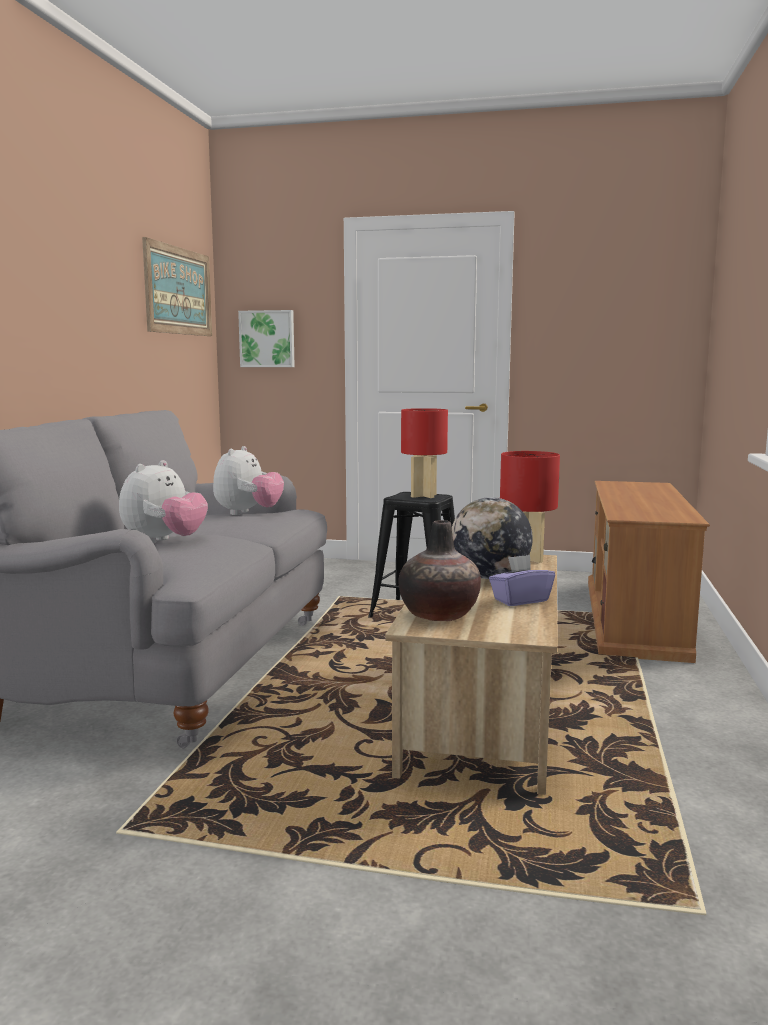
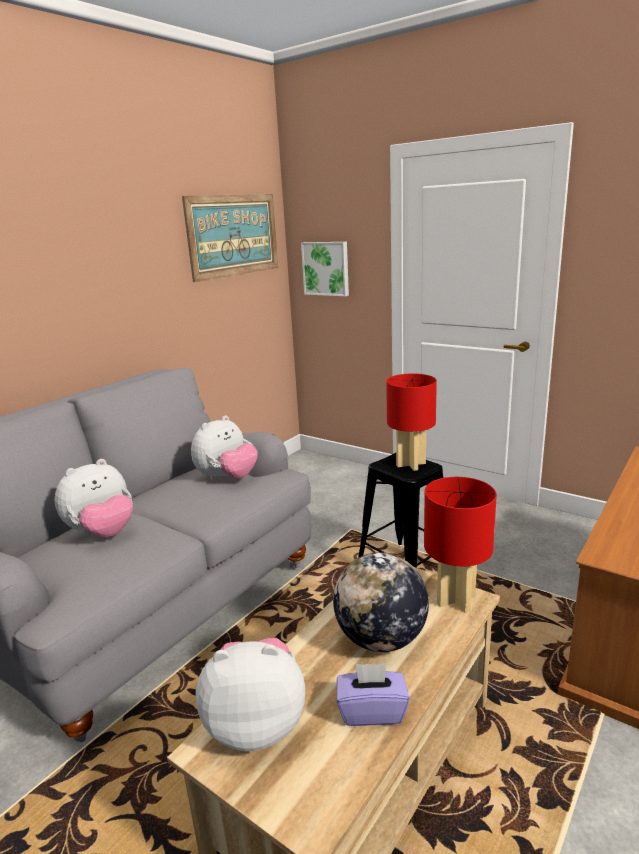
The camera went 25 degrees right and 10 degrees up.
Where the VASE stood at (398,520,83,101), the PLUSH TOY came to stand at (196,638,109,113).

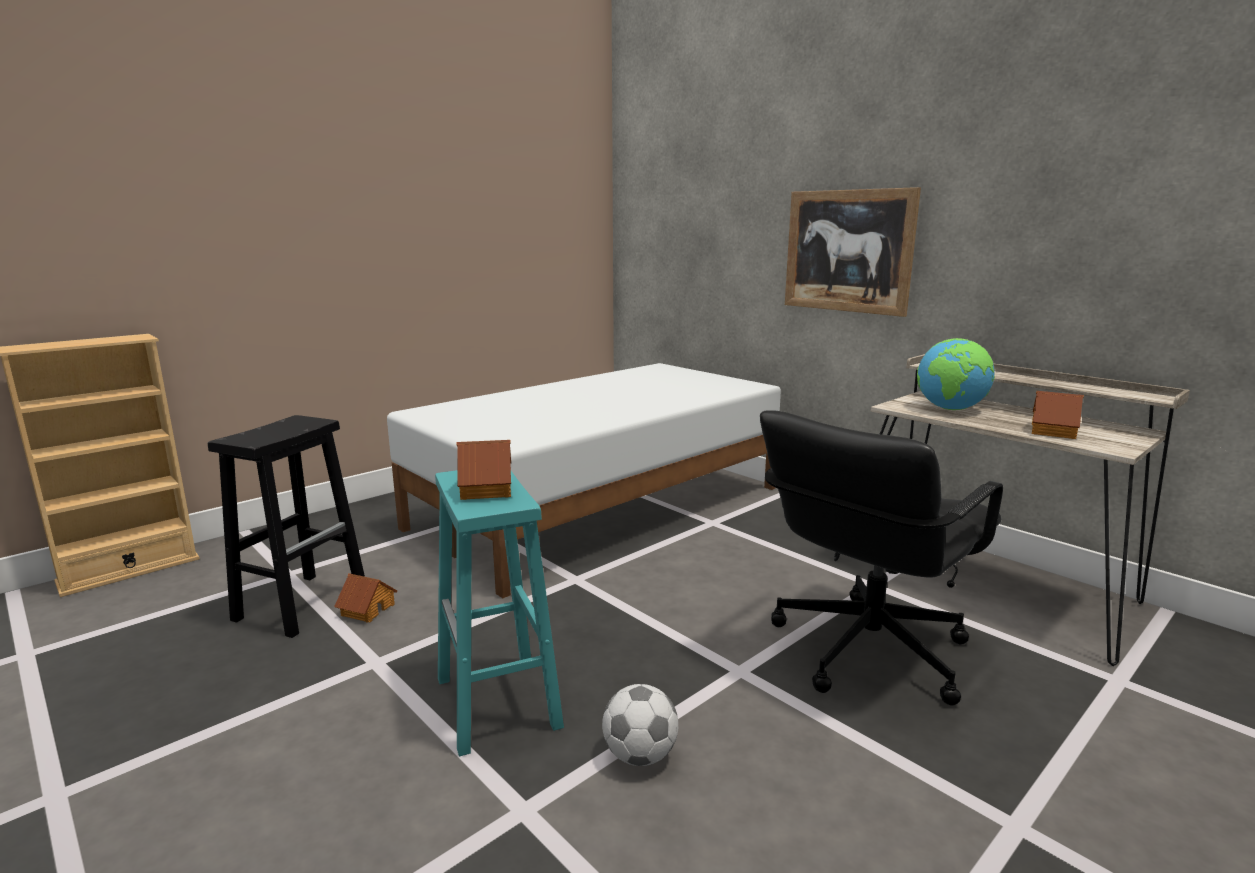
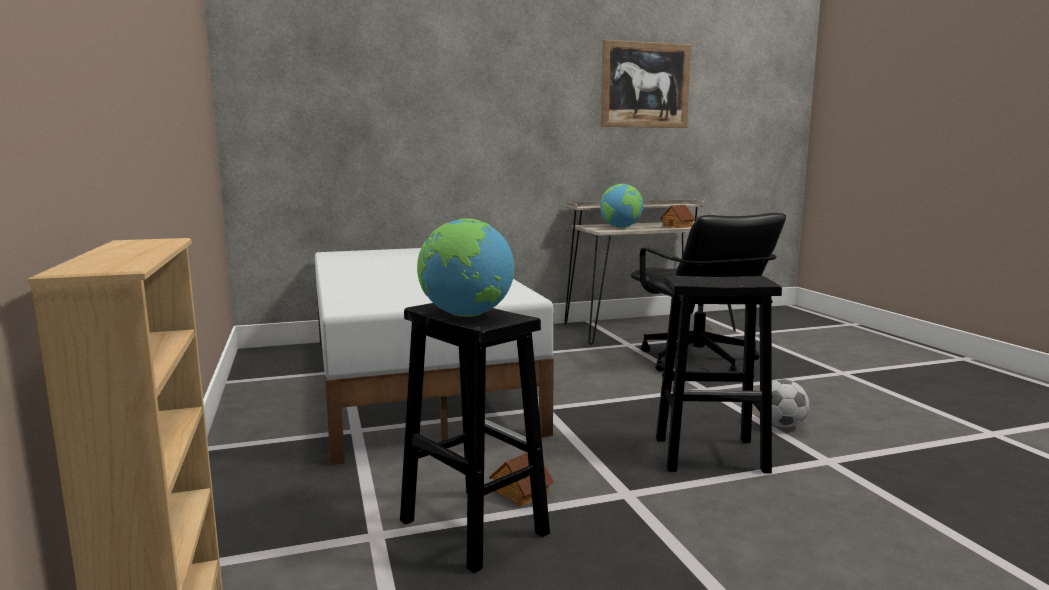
The camera went 65 degrees left and 5 degrees down.
The WALL PICTURE ended up elsewhere, having gone from (785,187,136,130) to (601,40,90,88).
The second view lost the MINIATURE HOUSE at (457,440,54,60).
What was the TURQUOISE-COLOURED SITTING STOOL at (435,470,129,287) turned into the BLACK SITTING STOOL at (656,275,126,198).
The second view gained the GLOBE at (417,219,97,98).

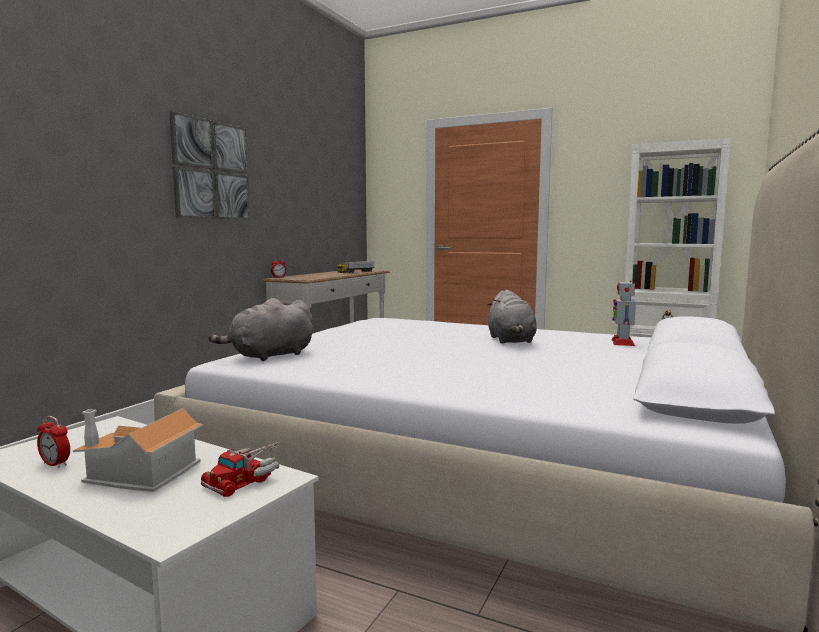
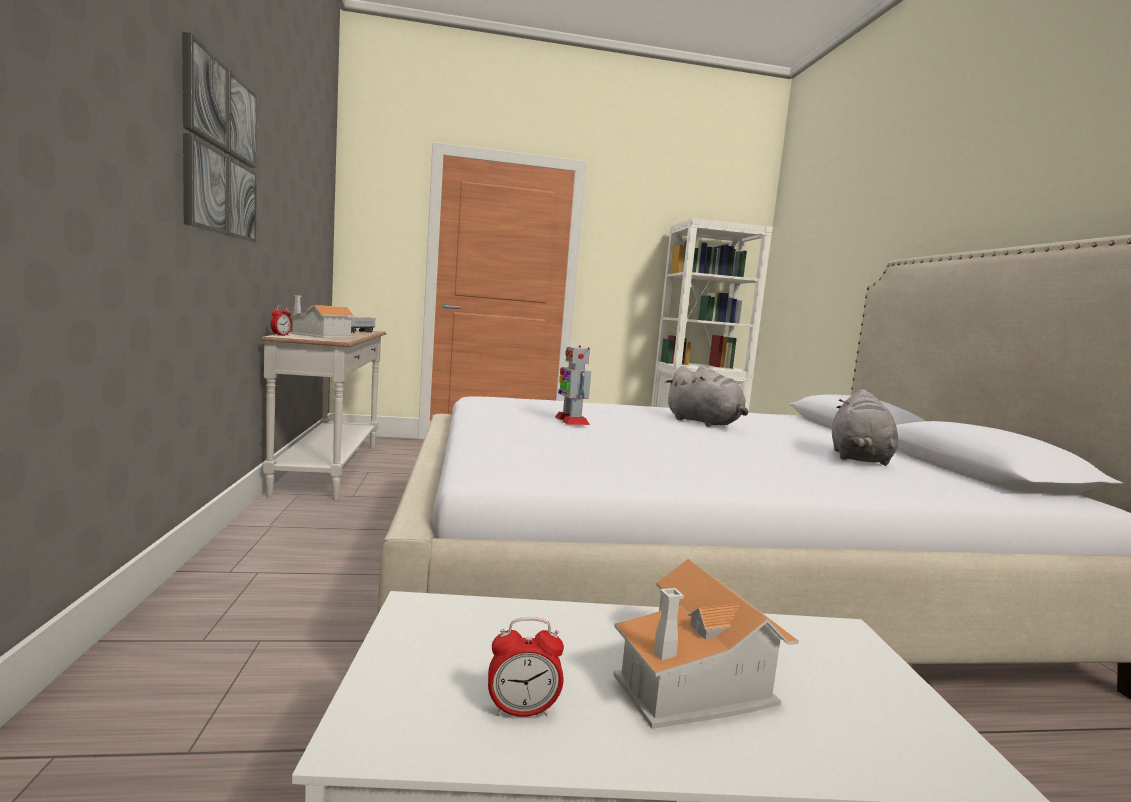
The camera went 35 degrees left and 0 degrees up.
The MODEL ROBOT ended up elsewhere, having gone from (611,280,25,66) to (555,345,36,80).
The GREY PLUSH TOY ended up elsewhere, having gone from (208,298,105,63) to (832,389,66,77).
The second view lost the TOY LORRY at (201,442,78,55).
The second view gained the MINIATURE HOUSE at (290,295,67,43).

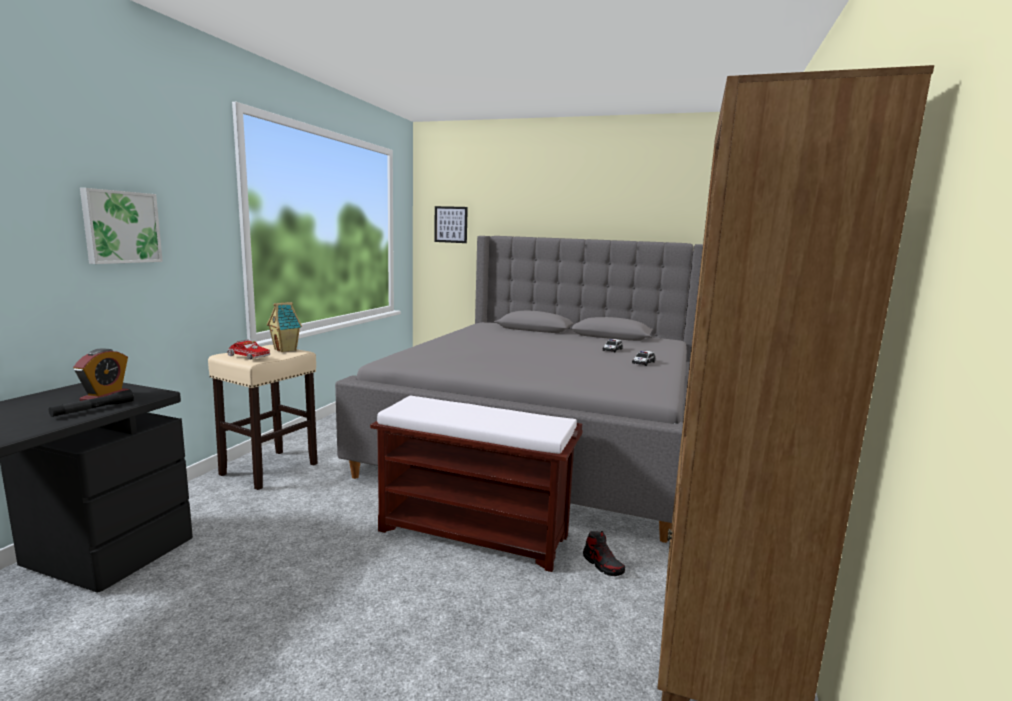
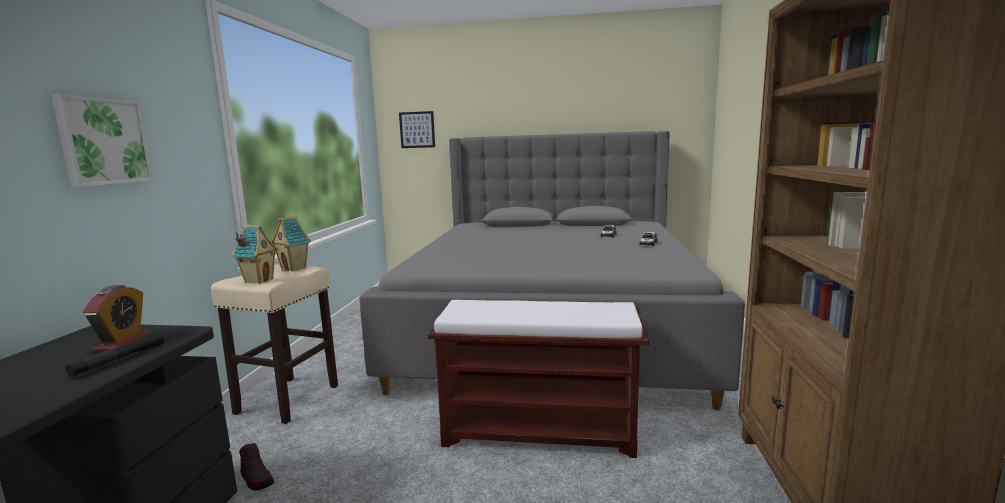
The camera went 10 degrees left and 0 degrees up.
Where the TOY LORRY stood at (227,339,43,21), the MINIATURE HOUSE came to stand at (231,225,47,59).
The SHOE ended up elsewhere, having gone from (583,531,42,45) to (239,443,35,48).

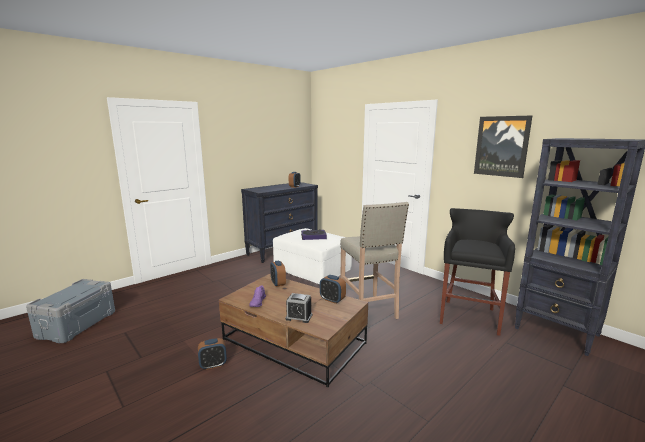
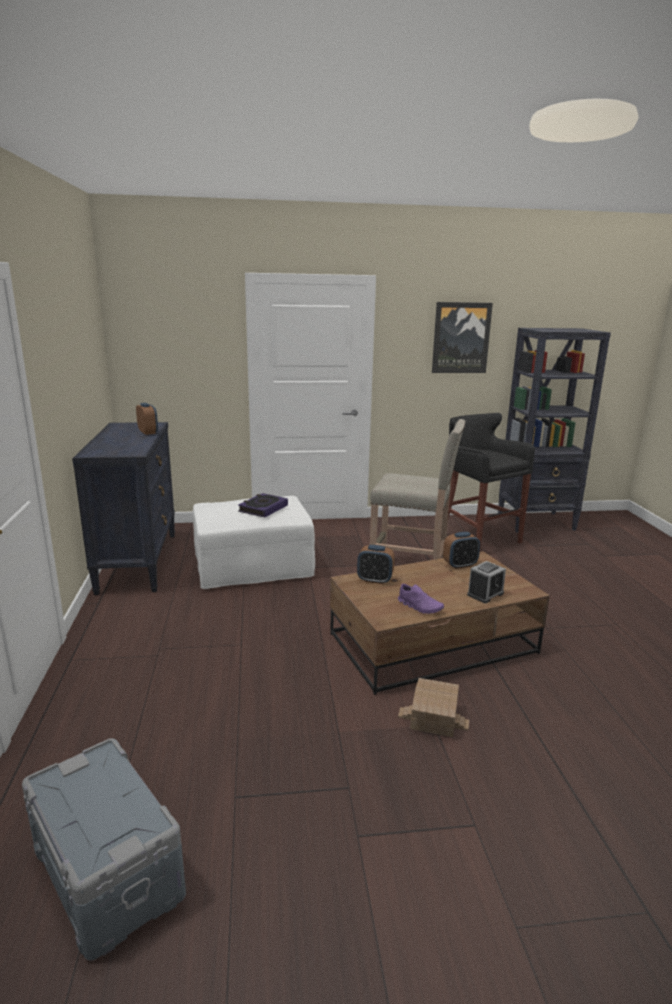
The camera went 55 degrees left and 5 degrees up.
Where the BEDSIDE CLOCK stood at (198,338,29,32), the MINIATURE HOUSE came to stand at (398,678,71,59).

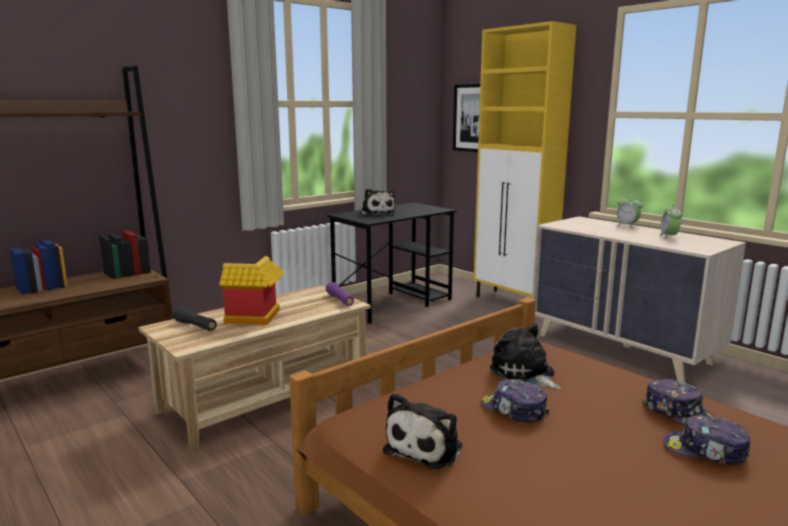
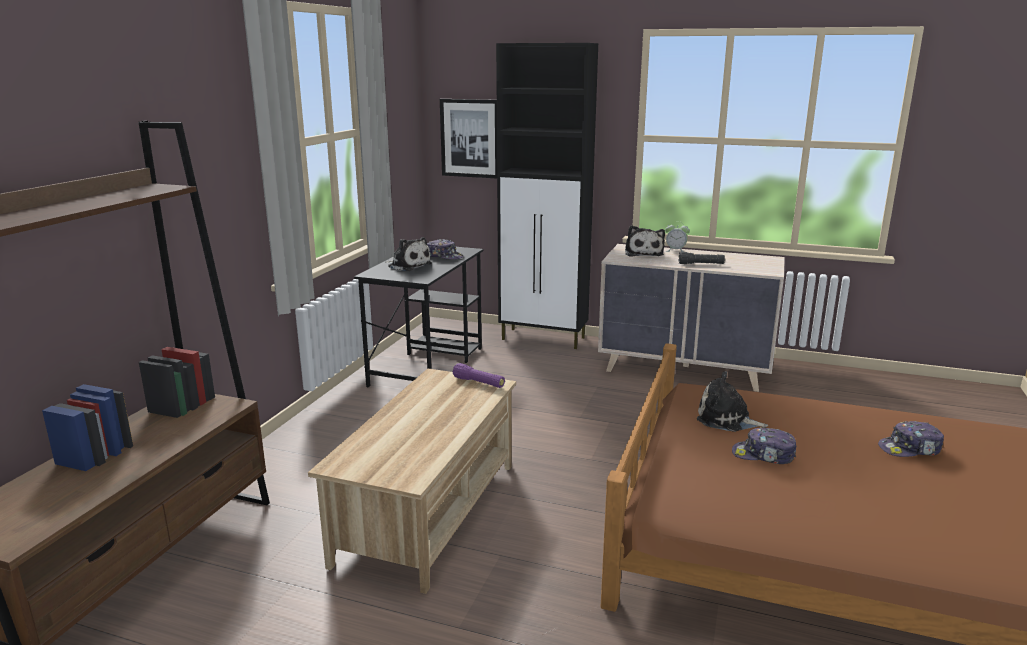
The camera went 30 degrees left and 5 degrees up.
What was the YELLOW STORAGE CABINET at (473,21,103,276) turned into the BLACK STORAGE CABINET at (496,43,102,306).
The second view lost the BEDSIDE CLOCK at (659,204,23,35).
The second view lost the MINIATURE HOUSE at (219,256,65,69).
The BLACK TORCH ended up elsewhere, having gone from (173,307,44,24) to (678,252,47,12).
The PEAKED CAP ended up elsewhere, having gone from (642,379,72,46) to (427,239,36,21).
The PLUSH TOY ended up elsewhere, having gone from (383,393,79,76) to (625,225,40,32).

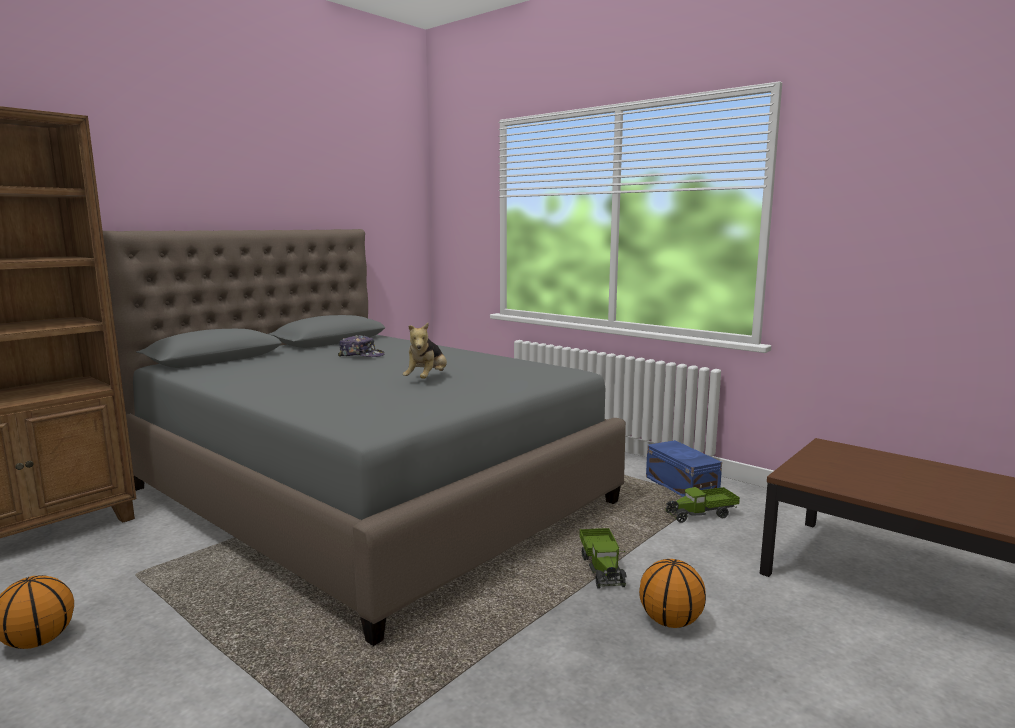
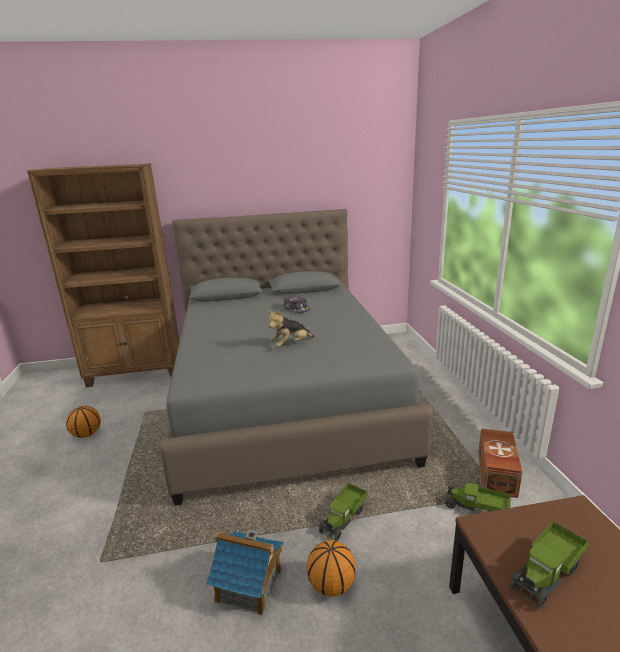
The camera went 40 degrees right and 10 degrees up.
What was the BLUISH STORAGE BOX at (646,440,76,57) turned into the BROWN STORAGE BOX at (478,429,45,69).
The second view gained the TOY LORRY at (509,521,80,88).
The second view gained the MINIATURE HOUSE at (206,530,77,85).

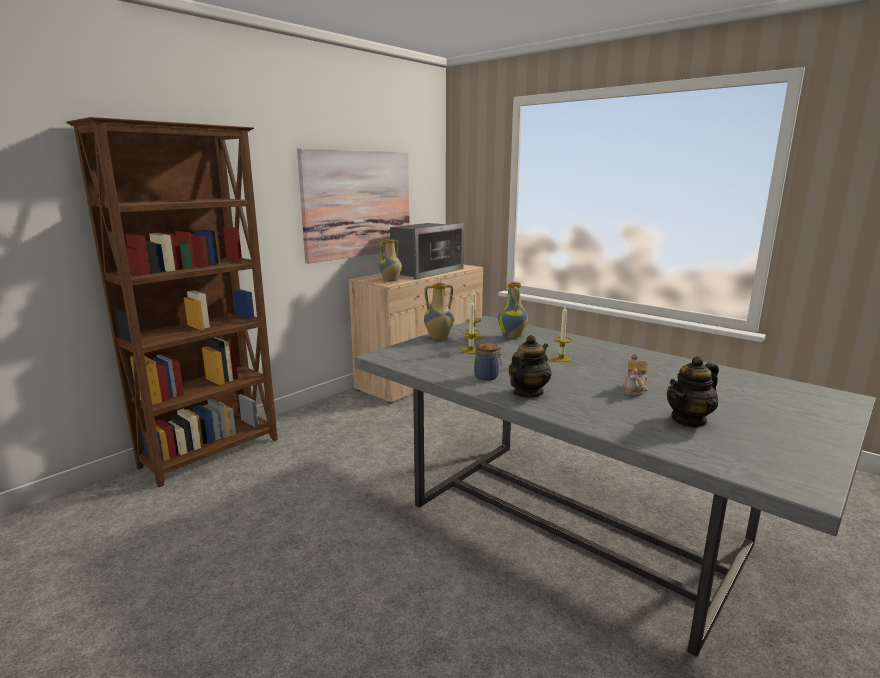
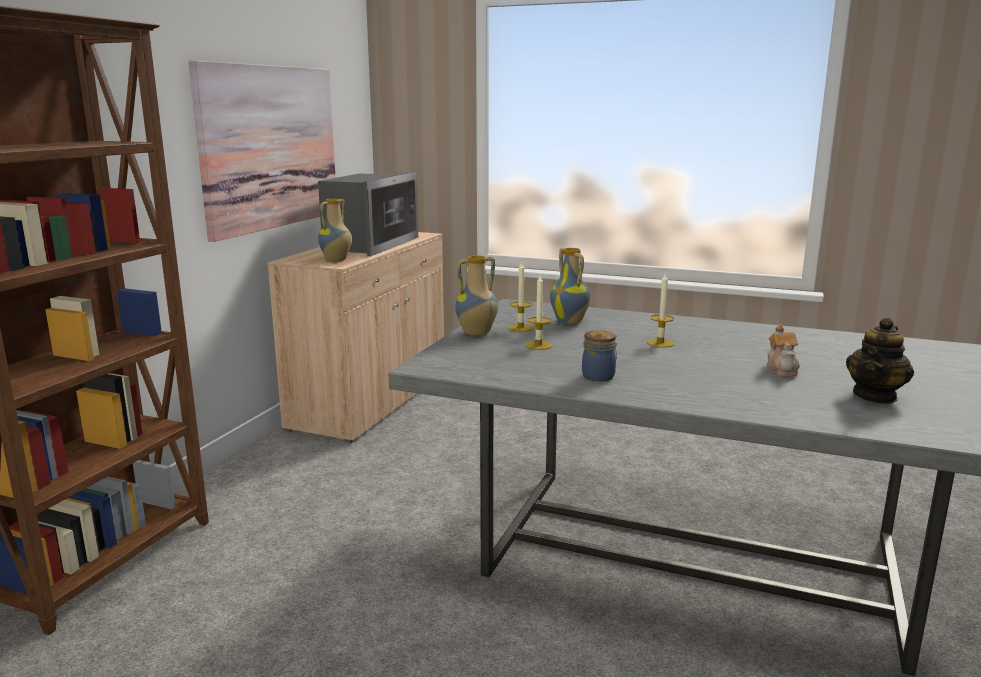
The camera went 20 degrees left and 0 degrees up.
The second view lost the POT FOR TEA at (509,335,43,62).

